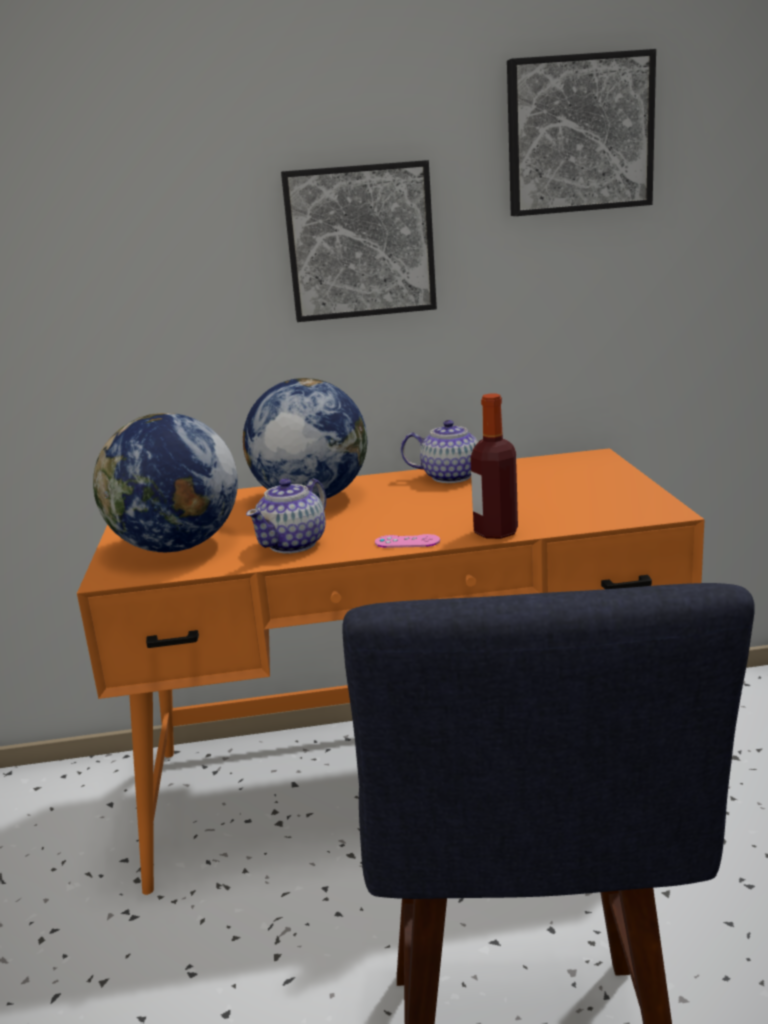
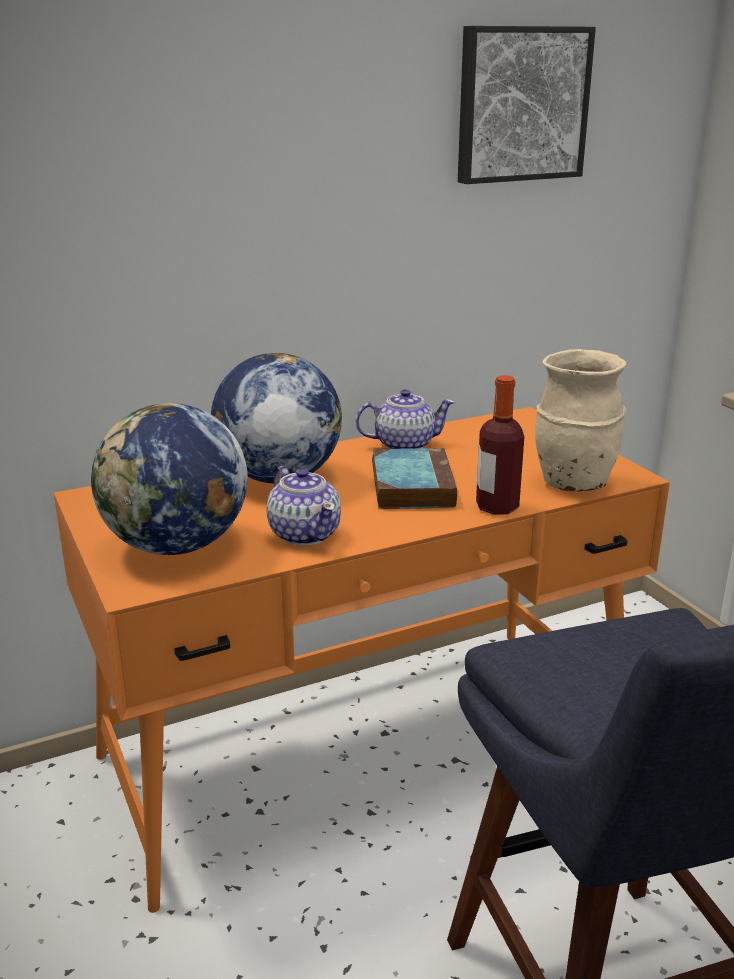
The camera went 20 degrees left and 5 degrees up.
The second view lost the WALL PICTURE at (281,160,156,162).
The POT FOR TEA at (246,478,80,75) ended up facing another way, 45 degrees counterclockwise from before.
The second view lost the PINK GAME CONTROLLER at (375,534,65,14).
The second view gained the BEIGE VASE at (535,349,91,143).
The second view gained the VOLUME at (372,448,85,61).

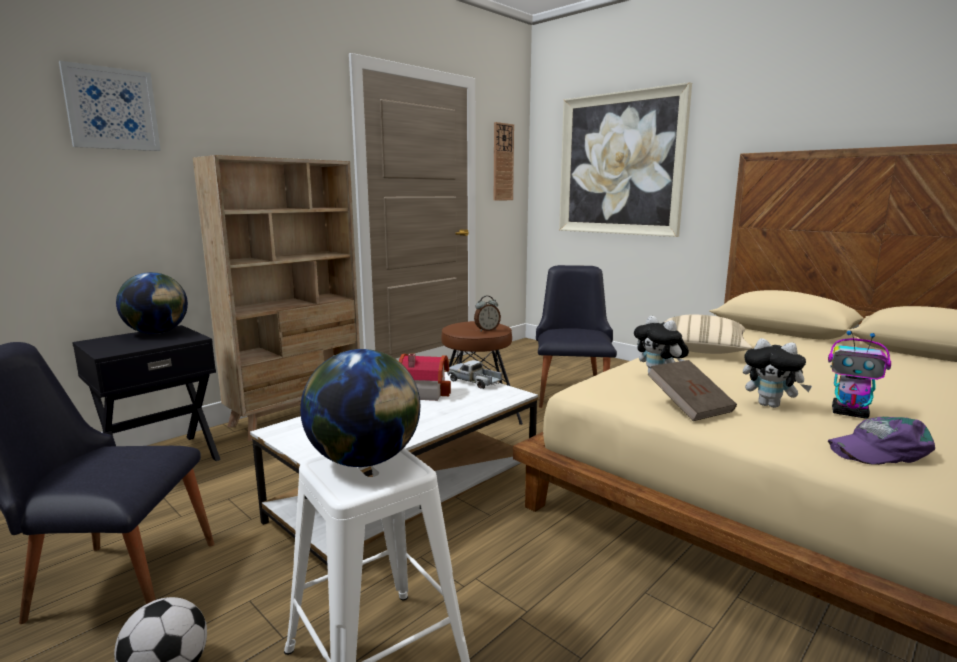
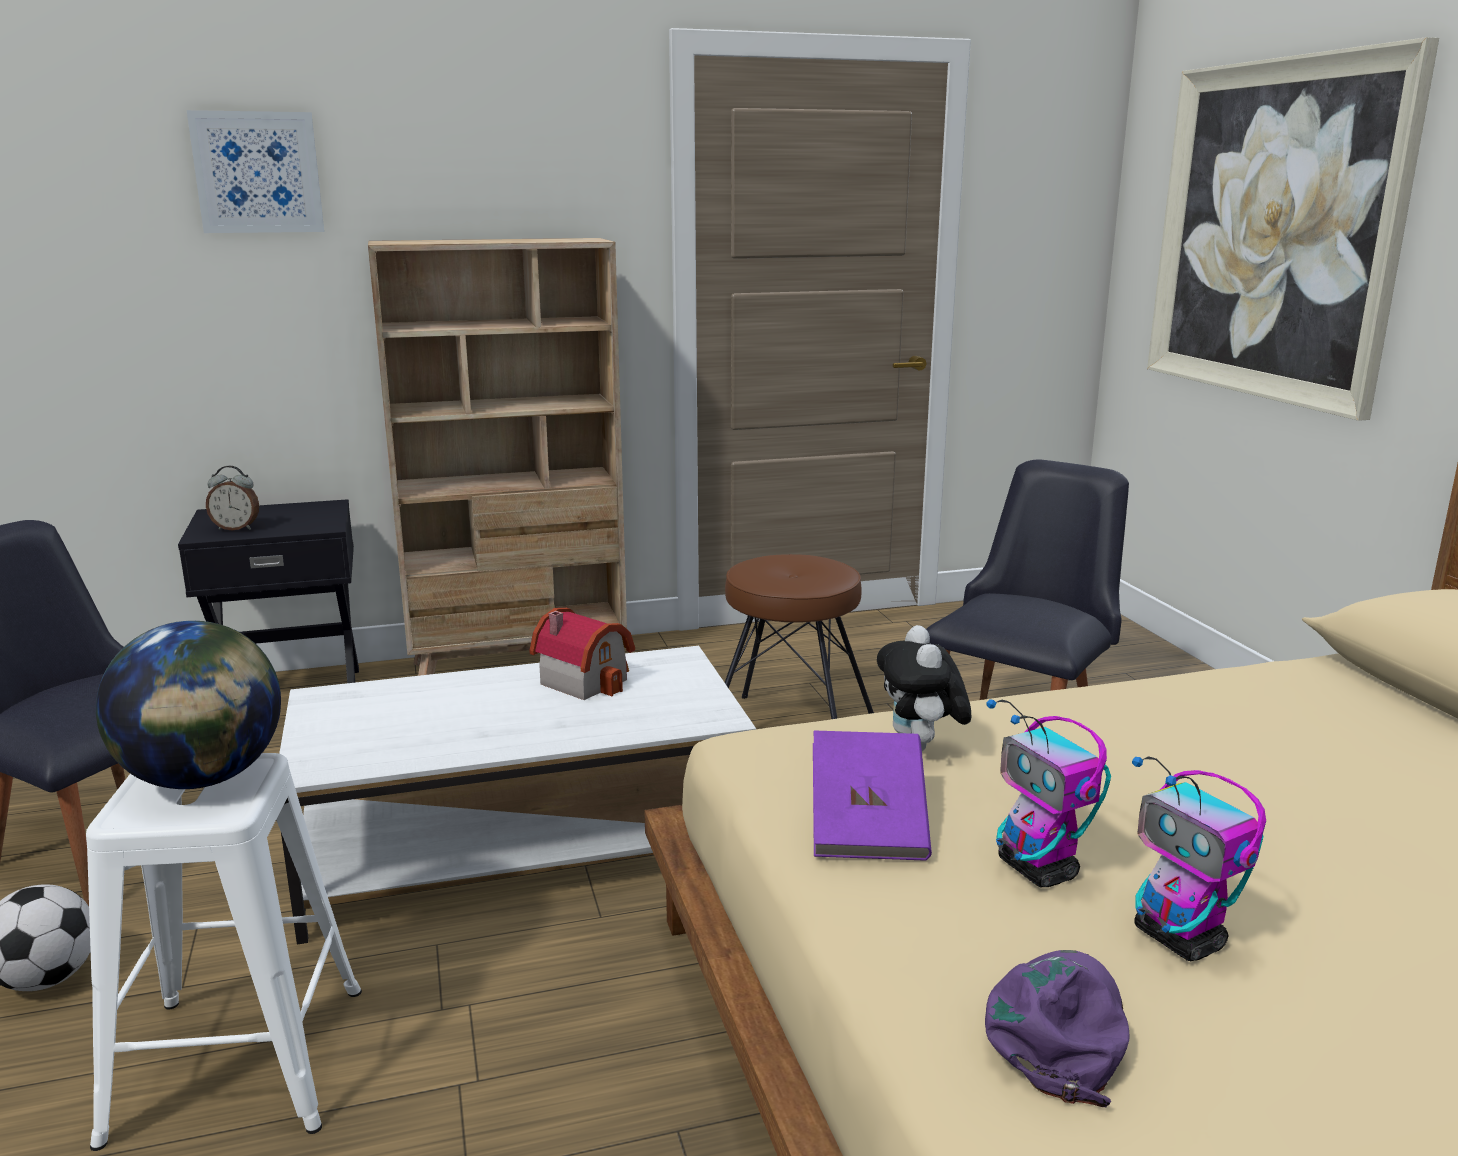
The camera went 30 degrees right and 5 degrees up.
The second view lost the HANGING CLOCK at (494,122,20,79).
The second view lost the GLOBE at (116,272,72,62).
The BEDSIDE CLOCK ended up elsewhere, having gone from (474,296,27,36) to (206,466,53,65).
The second view lost the BEIGE CUSHION at (664,314,88,40).
Where the PLUSH TOY stood at (743,338,69,70), the MODEL ROBOT came to stand at (986,699,125,189).
The second view lost the TOY LORRY at (447,360,55,29).
What was the BROWN VOLUME at (647,360,90,61) turned into the PURPLISH VOLUME at (813,730,119,131).
The PURPLISH PEAKED CAP at (828,417,107,48) ended up facing another way, 90 degrees clockwise from before.

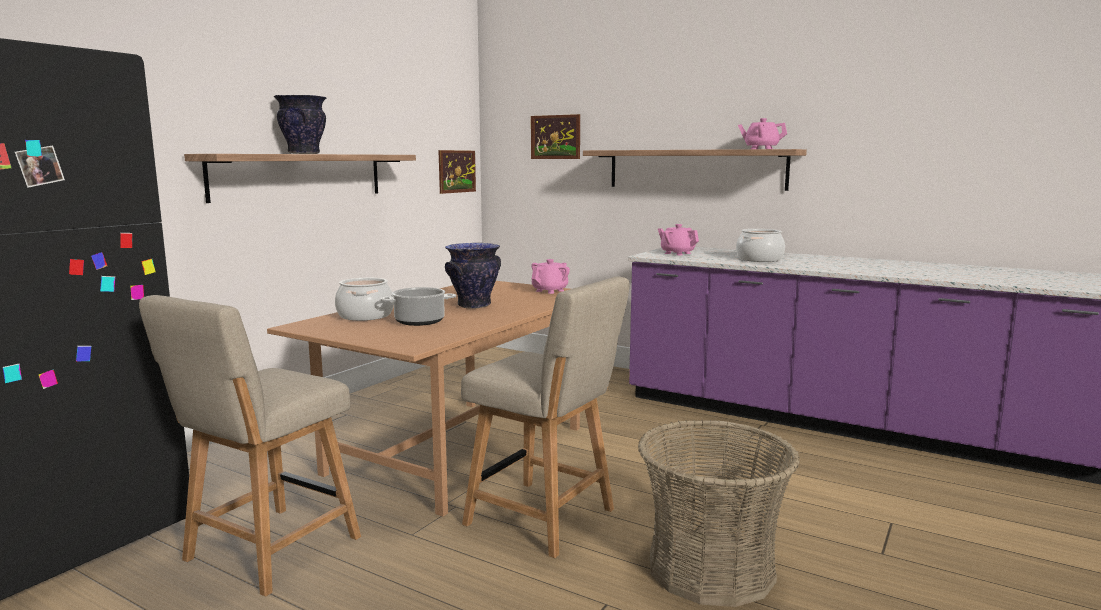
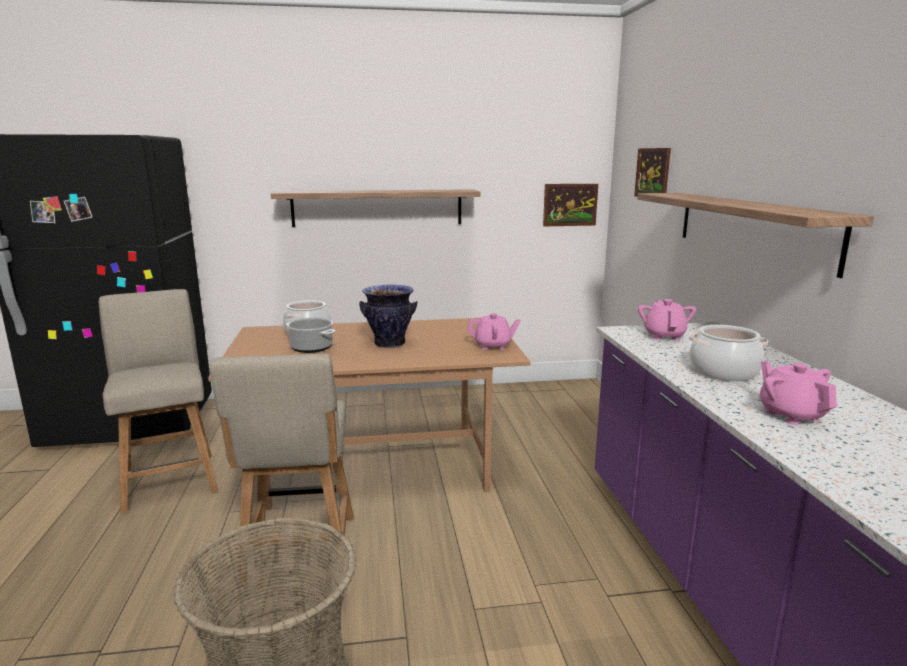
The camera went 50 degrees right and 5 degrees up.
The second view lost the VASE at (274,95,52,59).
The PINK POT FOR TEA ended up elsewhere, having gone from (738,118,49,31) to (759,361,78,64).
The BEIGE PLAIN CHAIR at (139,295,222,302) ended up facing another way, 75 degrees clockwise from before.

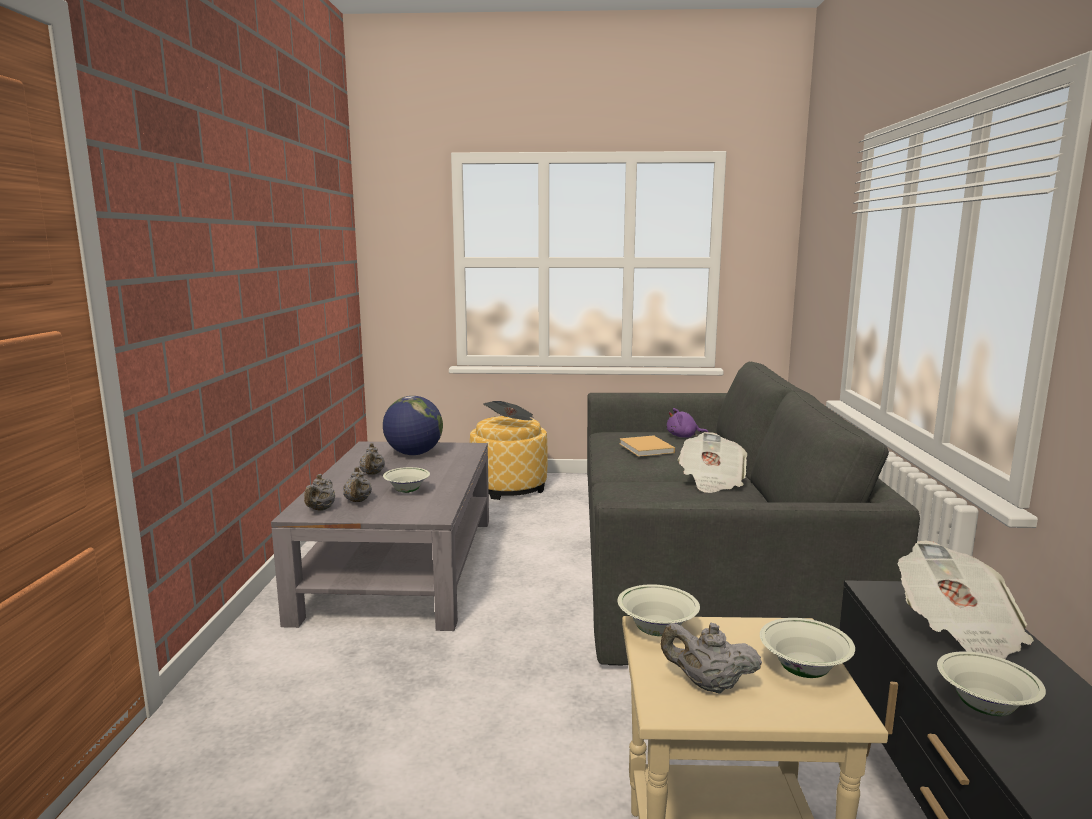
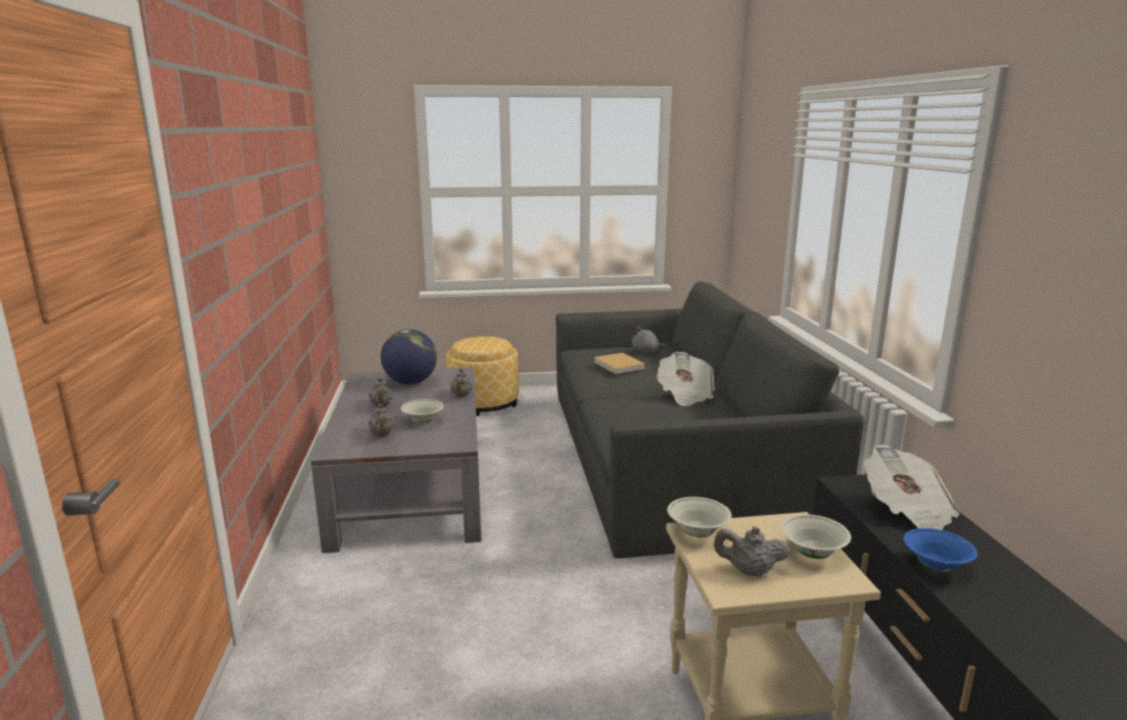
The camera went 10 degrees left and 5 degrees up.
The second view lost the NEWSPAPER at (483,401,51,19).
What was the PURPLISH PLUSH TOY at (667,408,41,30) turned into the GREY PLUSH TOY at (632,326,36,27).
The GREY POT FOR TEA ended up elsewhere, having gone from (304,474,31,37) to (450,368,23,28).
What was the WHITE-COLOURED DEEP DISH at (937,651,109,65) turned into the BLUISH DEEP DISH at (903,528,74,44).

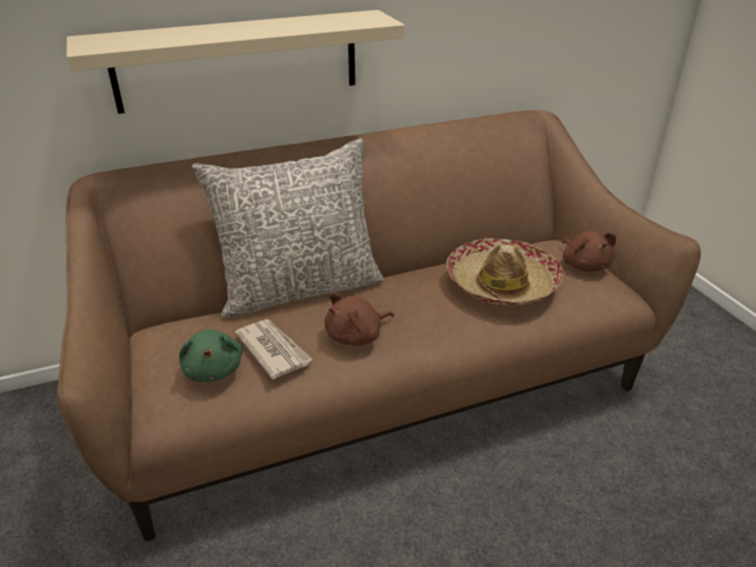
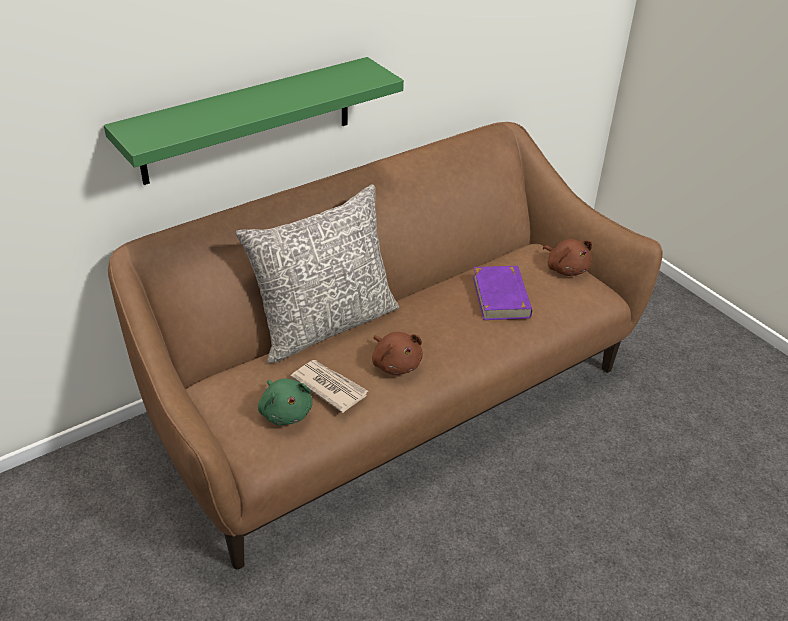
The camera went 15 degrees left and 5 degrees up.
What was the BEIGE BRACKET SHELF at (67,10,338,104) turned into the GREEN-COLOURED BRACKET SHELF at (104,57,300,128).
Where the WEARABLE HAT stood at (446,238,118,68), the PURPLISH VOLUME came to stand at (473,266,59,54).
The BROWN PLUSH TOY at (324,292,70,54) ended up facing another way, 75 degrees counterclockwise from before.

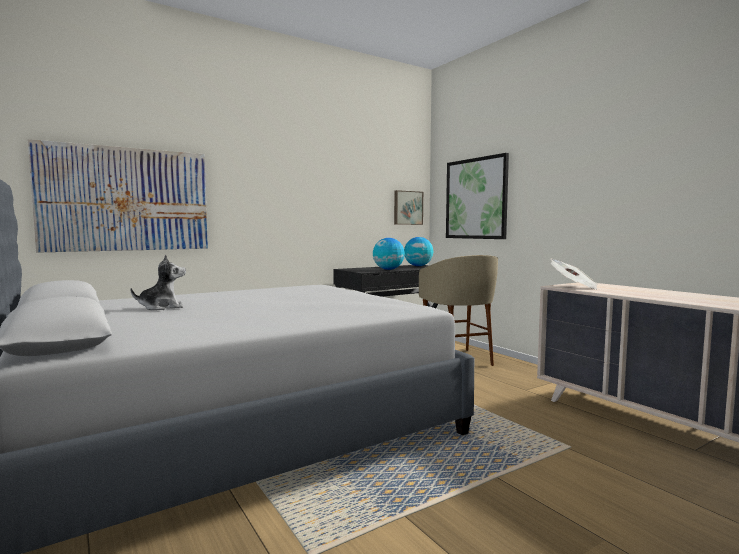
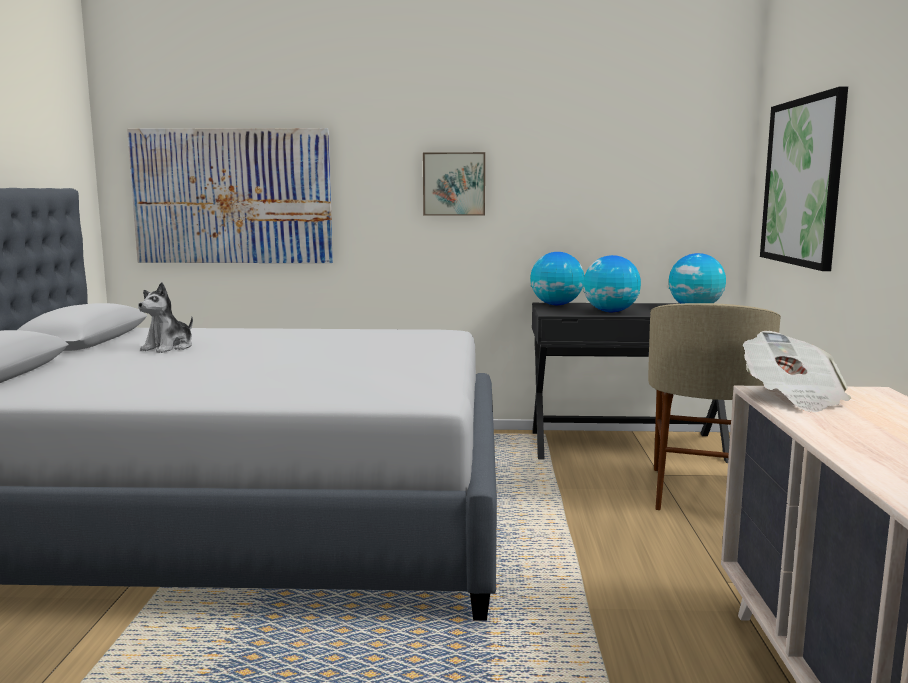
The camera went 35 degrees right and 5 degrees up.
The WALL PICTURE ended up elsewhere, having gone from (394,190,29,35) to (423,152,62,64).
The PLUSH TOY at (130,255,56,55) ended up facing another way, 105 degrees clockwise from before.
The second view gained the GLOBE at (530,252,54,53).

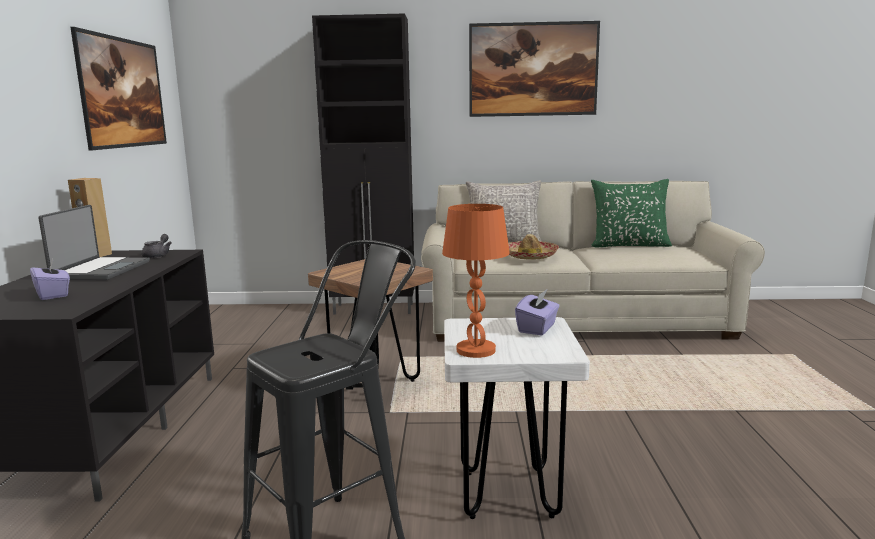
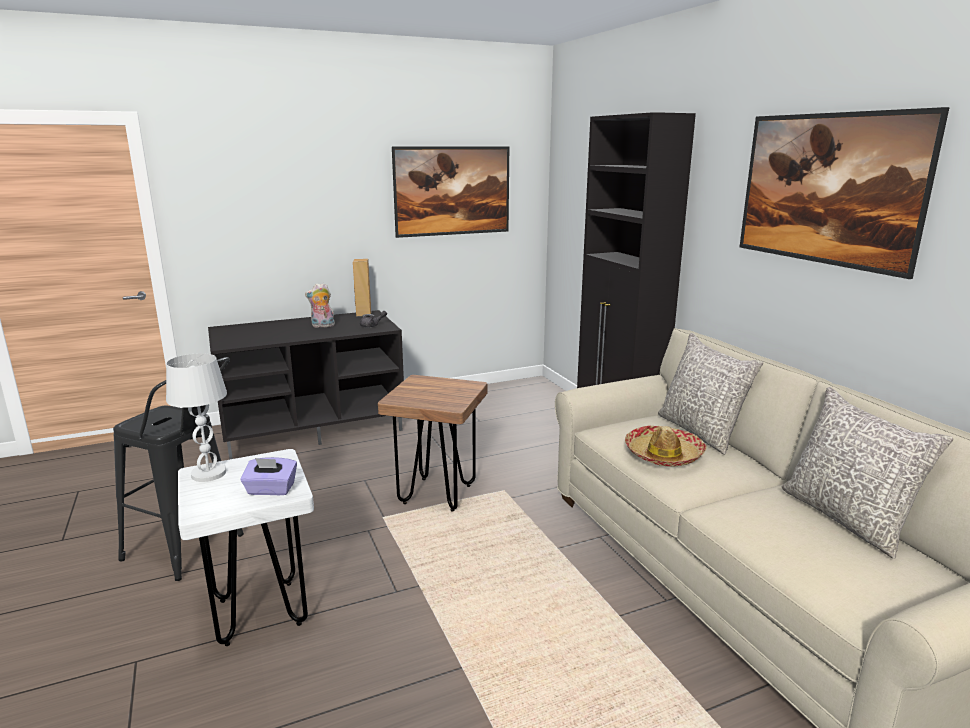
The camera went 65 degrees right and 5 degrees up.
What was the GREEN-COLOURED CUSHION at (591,179,81,69) turned into the GREY CUSHION at (782,387,171,172).
What was the ORANGE-COLOURED LAMP FOR A TABLE at (442,204,68,154) turned into the WHITE-COLOURED LAMP FOR A TABLE at (166,353,61,129).
Where the NOTEBOOK COMPUTER stood at (38,205,112,75), the PLUSH TOY came to stand at (305,283,30,44).
The second view lost the PURPLISH TISSUE HOLDER at (30,258,40,42).

